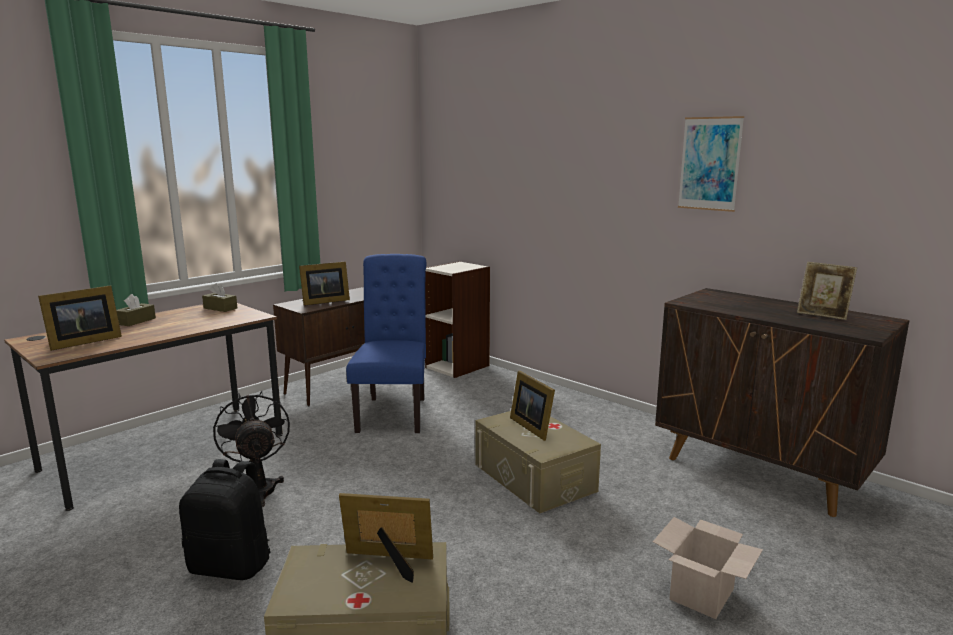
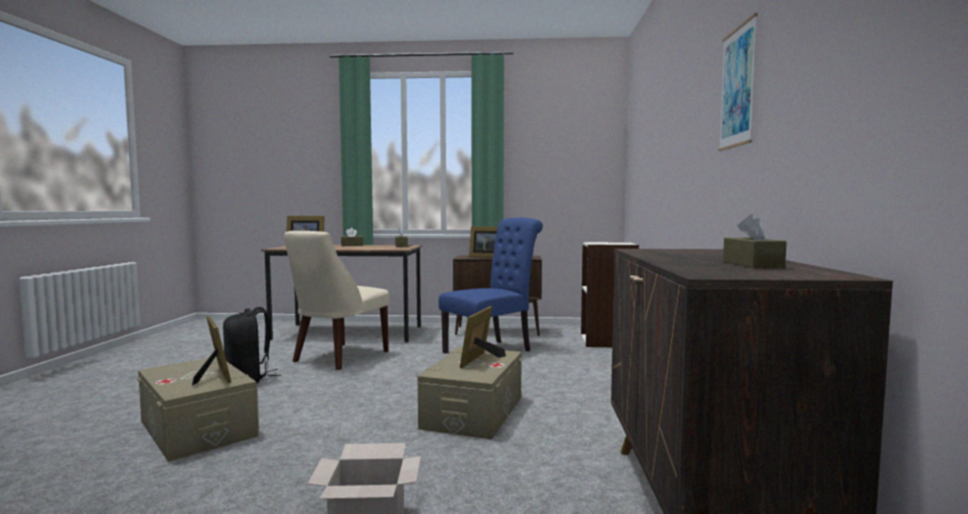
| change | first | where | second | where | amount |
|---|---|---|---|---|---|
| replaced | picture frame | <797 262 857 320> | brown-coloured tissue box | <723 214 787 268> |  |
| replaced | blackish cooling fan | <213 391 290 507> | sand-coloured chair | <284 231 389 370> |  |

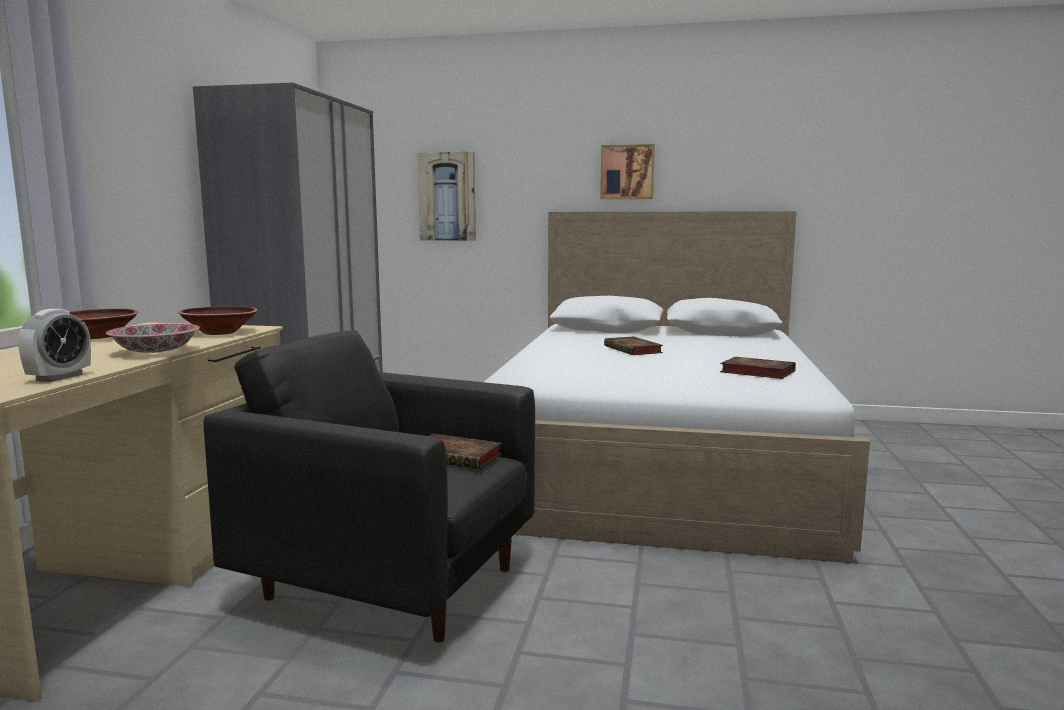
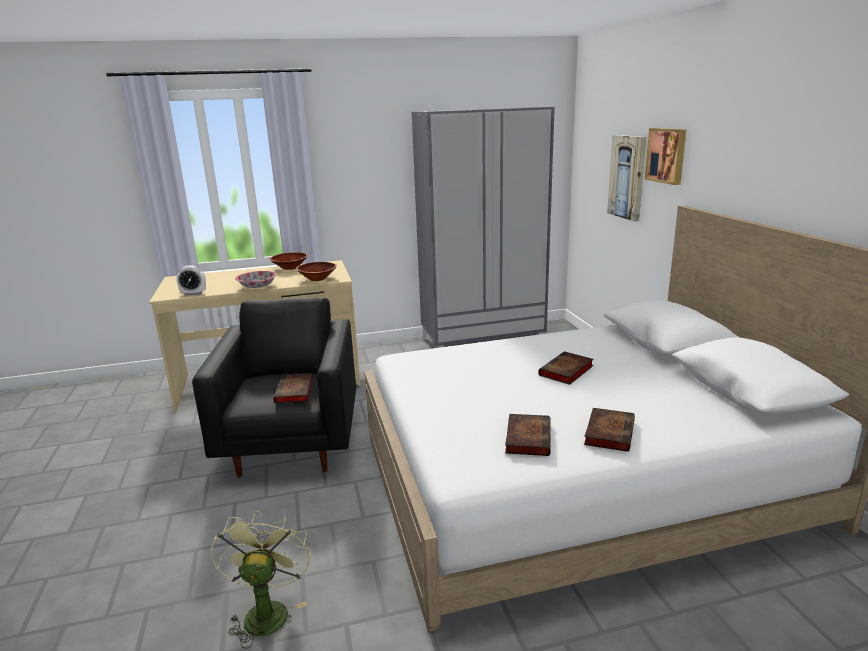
| change | first | where | second | where | amount |
|---|---|---|---|---|---|
| moved | picture | <600 144 655 199> |  | <645 128 686 185> |  |
| added |  |  | volume | <584 408 635 452> |  |
| added |  |  | green-coloured cooling fan | <210 510 311 649> |  |

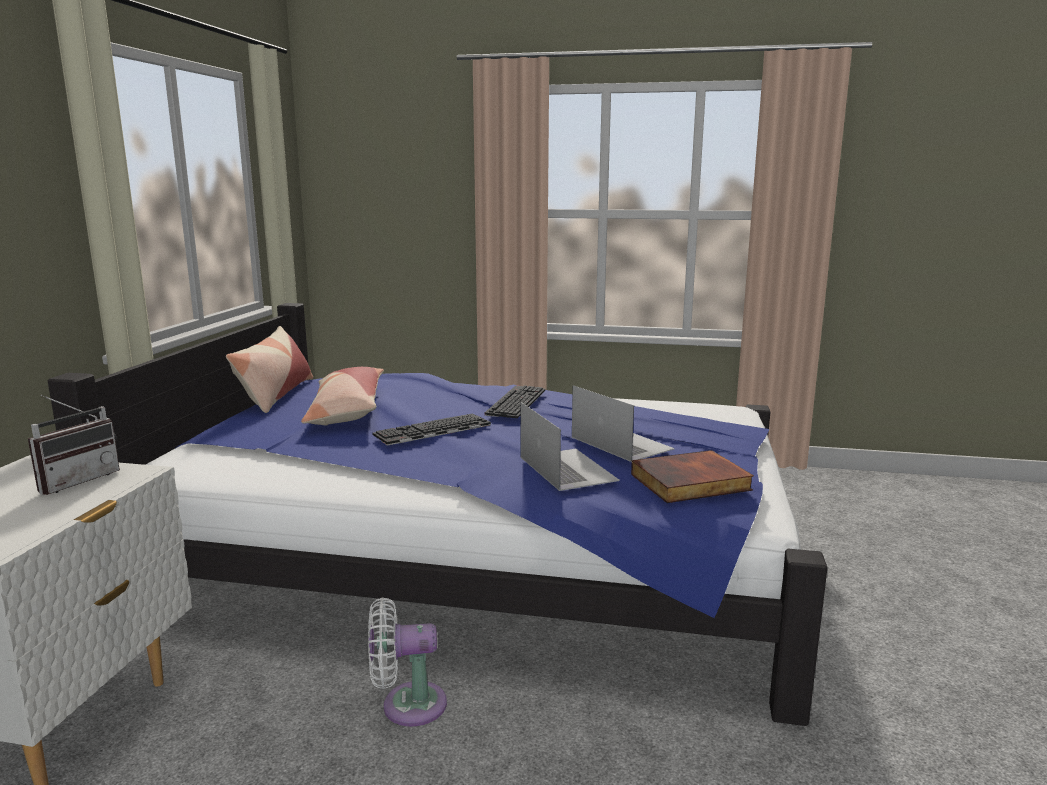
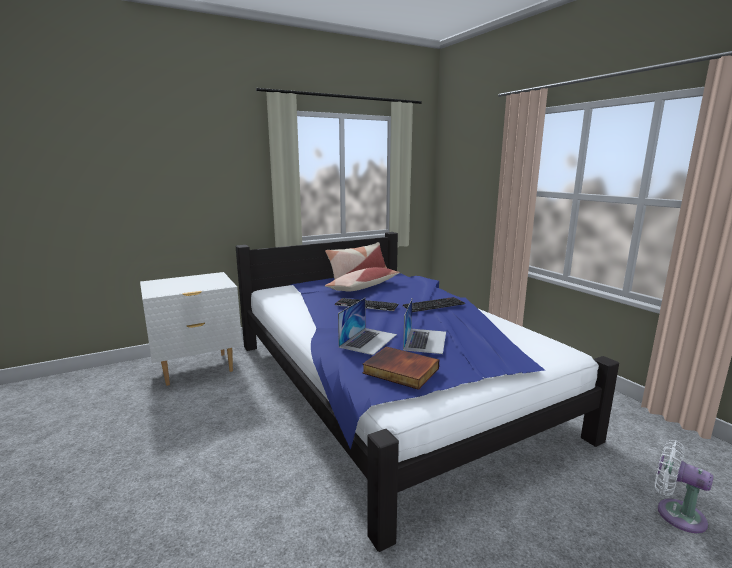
| change | first | where | second | where | amount |
|---|---|---|---|---|---|
| removed | radio receiver | <28 395 120 495> |  |  |  |
| moved | white cooling fan | <368 597 447 726> |  | <655 440 713 533> |  |

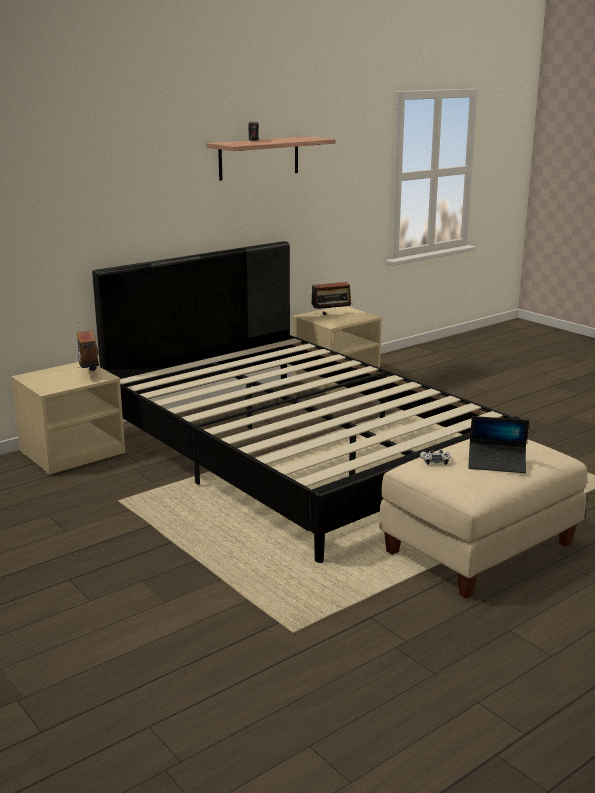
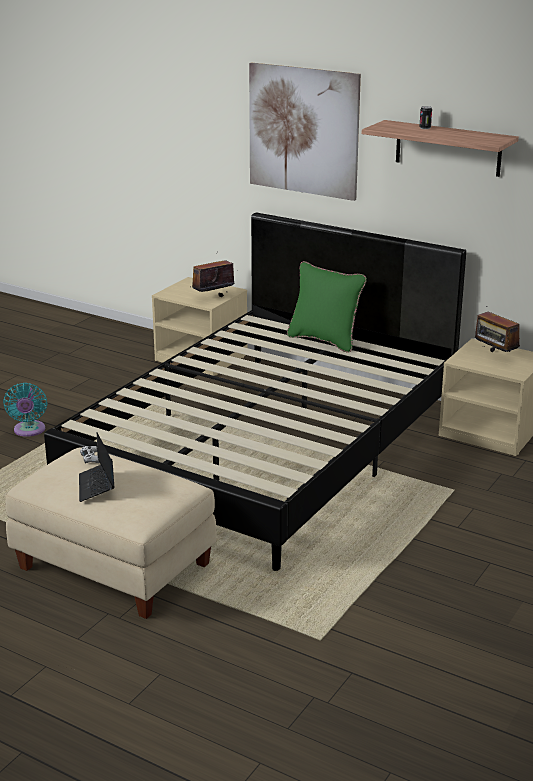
| change | first | where | second | where | amount |
|---|---|---|---|---|---|
| added |  |  | picture | <249 63 361 201> |  |
| added |  |  | green-coloured pillow | <287 261 367 353> |  |
| added |  |  | turquoise-coloured cooling fan | <3 383 47 437> |  |

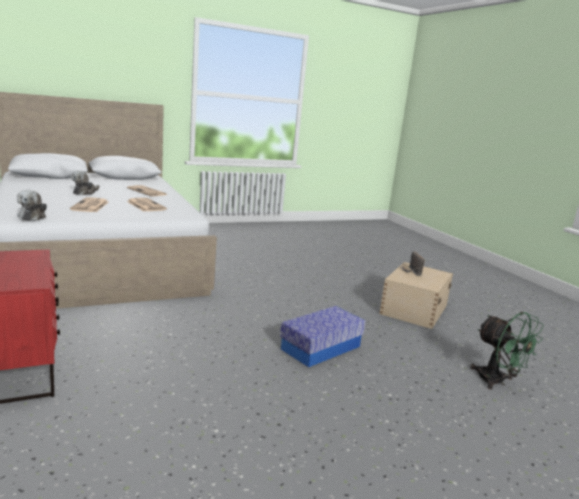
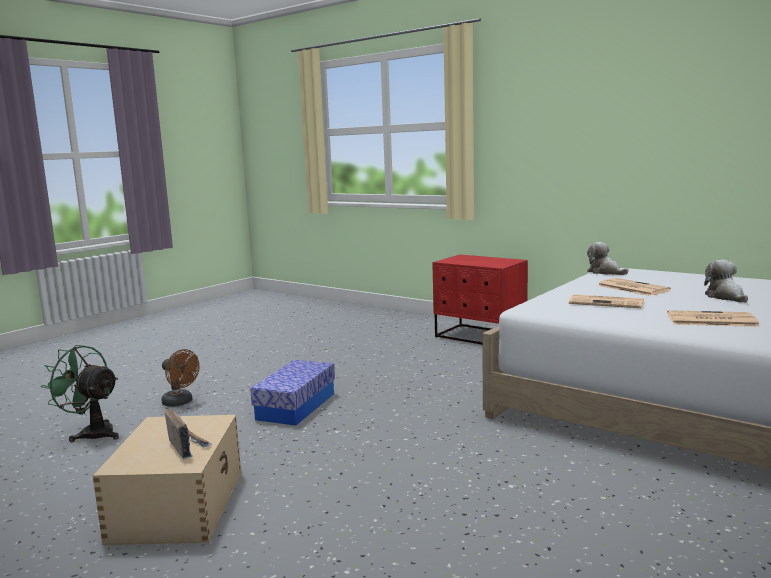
| change | first | where | second | where | amount |
|---|---|---|---|---|---|
| added |  |  | brown-coloured cooling fan | <161 349 200 407> |  |

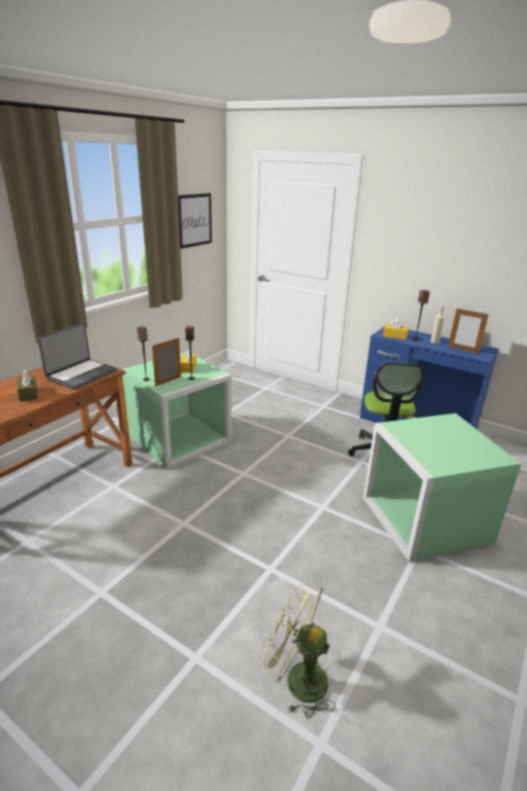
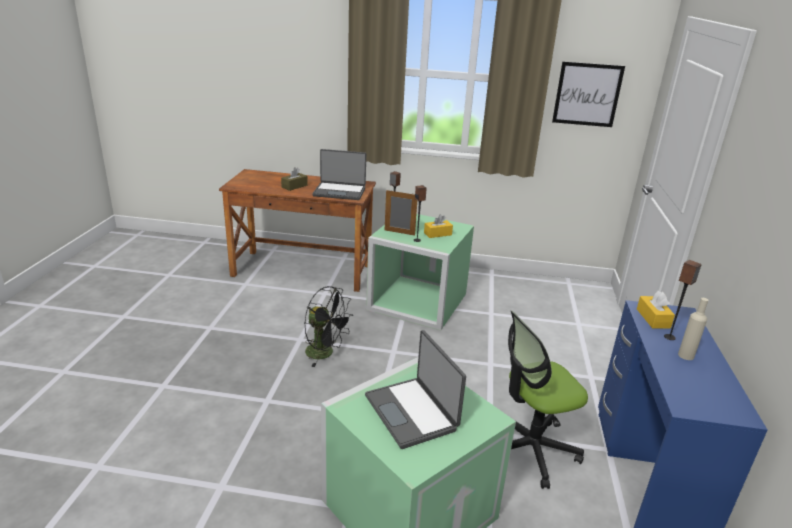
| change | first | where | second | where | amount |
|---|---|---|---|---|---|
| removed | picture frame | <448 308 489 353> |  |  |  |
| removed | green-coloured cooling fan | <261 582 335 719> |  |  |  |
| added |  |  | blackish cooling fan | <304 286 353 367> |  |
| added |  |  | notebook computer | <365 330 466 449> |  |

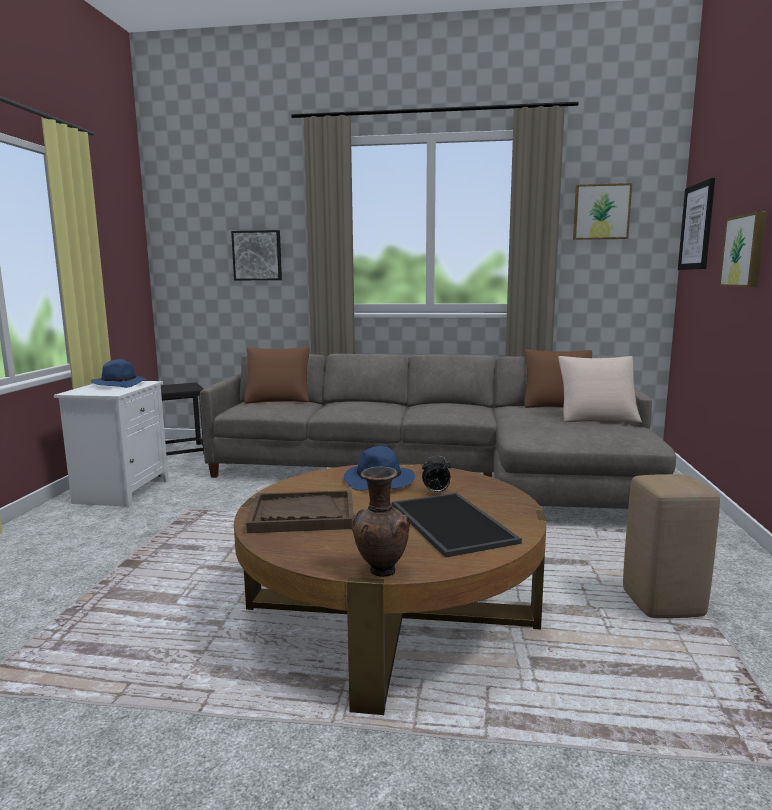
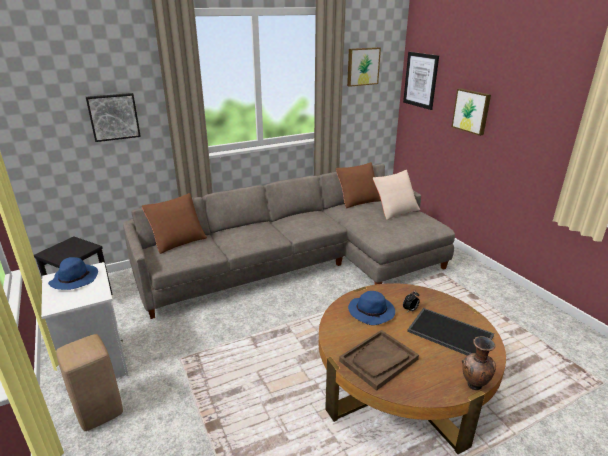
| change | first | where | second | where | amount |
|---|---|---|---|---|---|
| moved | sand-coloured stool | <623 474 720 618> |  | <56 334 123 431> |  |

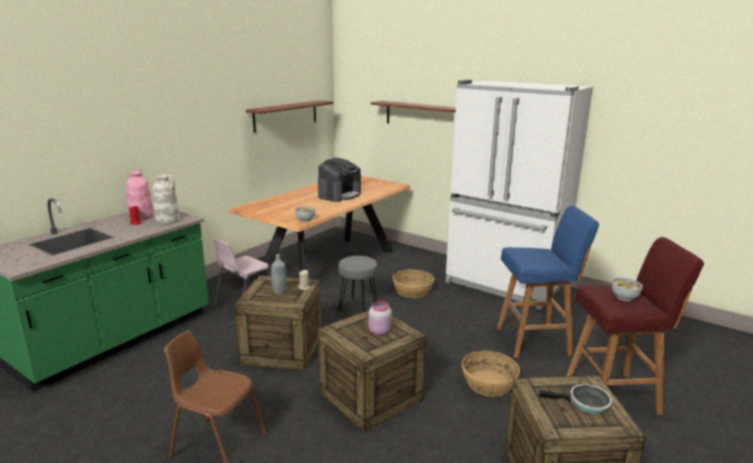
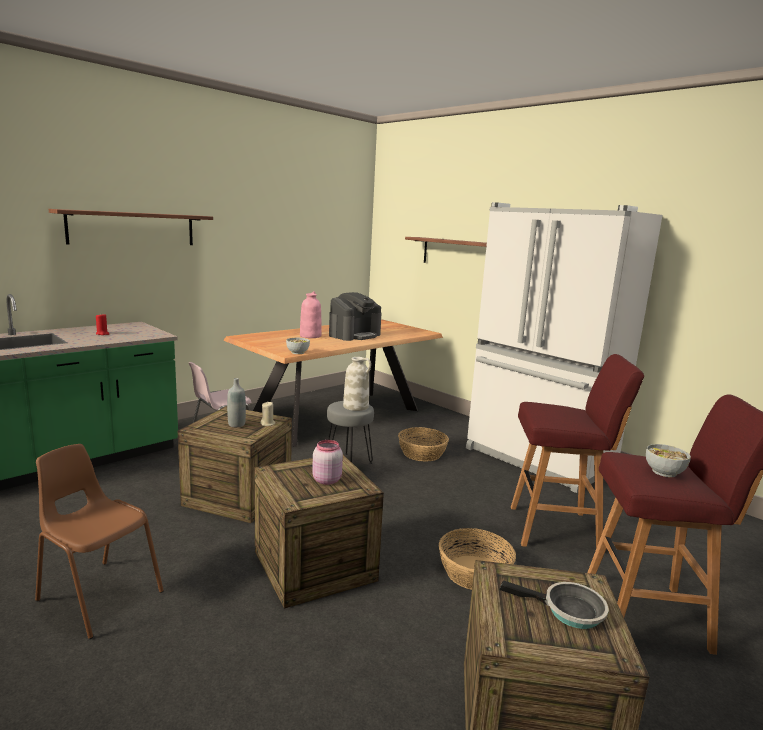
| change | first | where | second | where | amount |
|---|---|---|---|---|---|
| moved | shelf | <246 100 333 133> |  | <49 209 213 245> |  |
| moved | pinkish vase | <126 169 154 220> |  | <300 291 321 338> |  |
| moved | white vase | <153 175 180 224> |  | <343 357 371 411> |  |
| recoloured | blue-coloured stool | <497 206 599 358> | red-coloured stool | <511 354 644 548> |  |

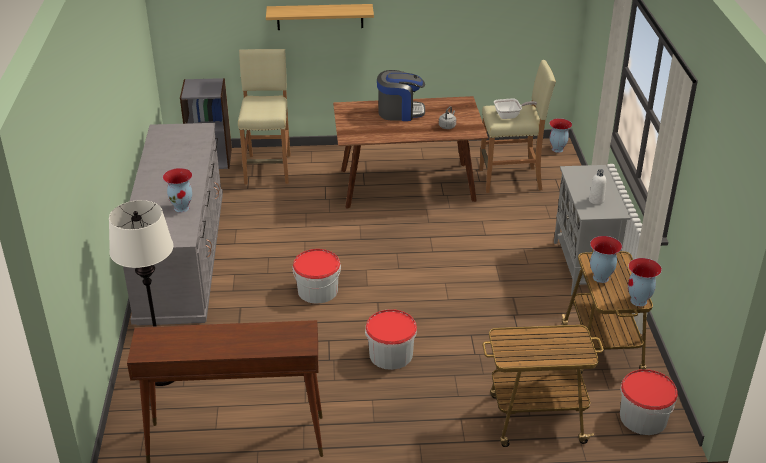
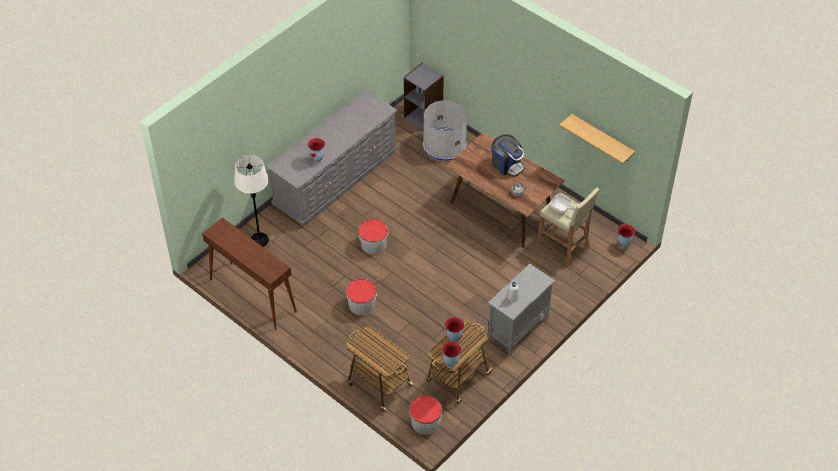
| change | first | where | second | where | amount |
|---|---|---|---|---|---|
| moved | shelf | <266 4 374 30> |  | <559 114 635 164> |  |
| replaced | sand-coloured stool | <238 49 291 184> | greyish rubbish bin | <423 100 467 161> |  |

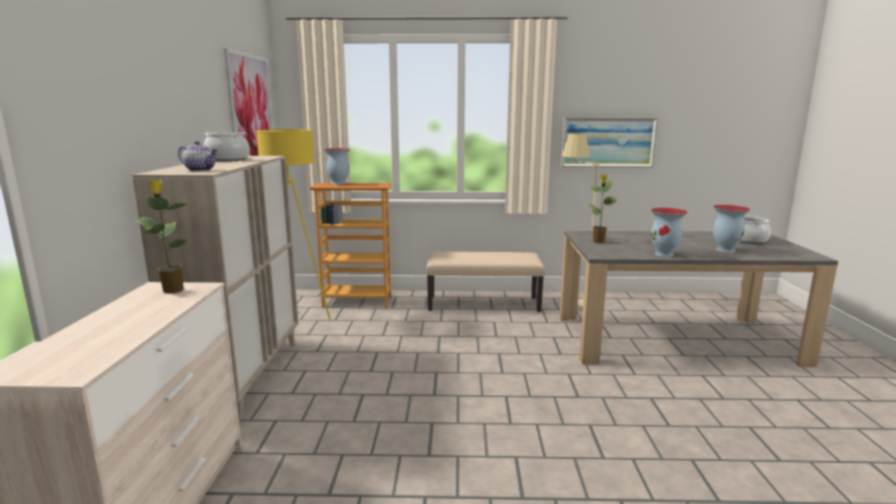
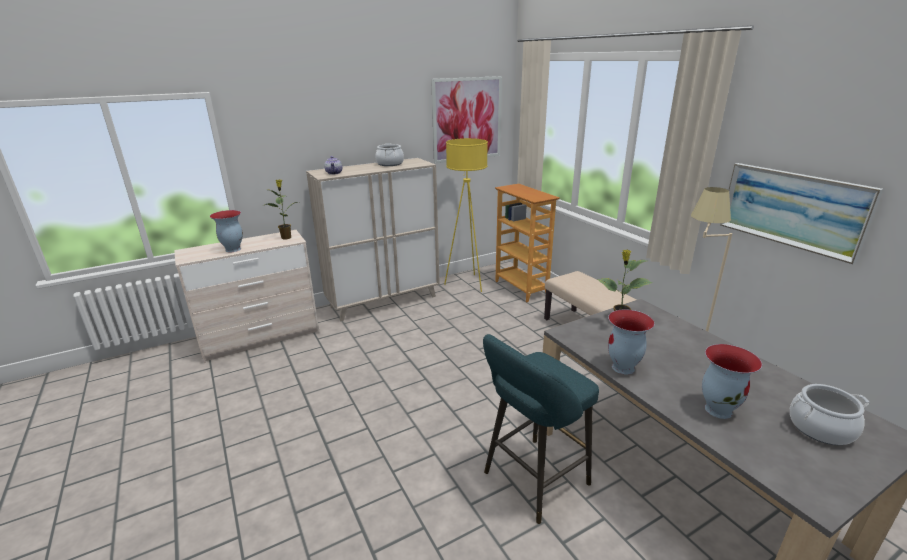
| change | first | where | second | where | amount |
|---|---|---|---|---|---|
| moved | vase | <324 148 350 185> |  | <210 210 243 252> |  |
| added |  |  | turquoise-coloured stool | <483 334 599 524> |  |

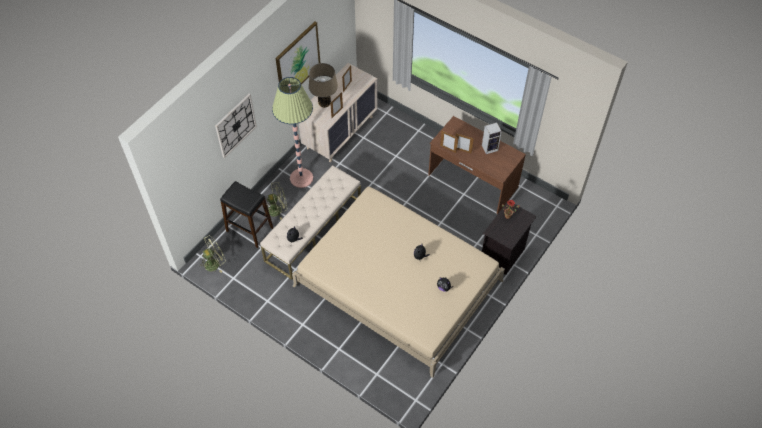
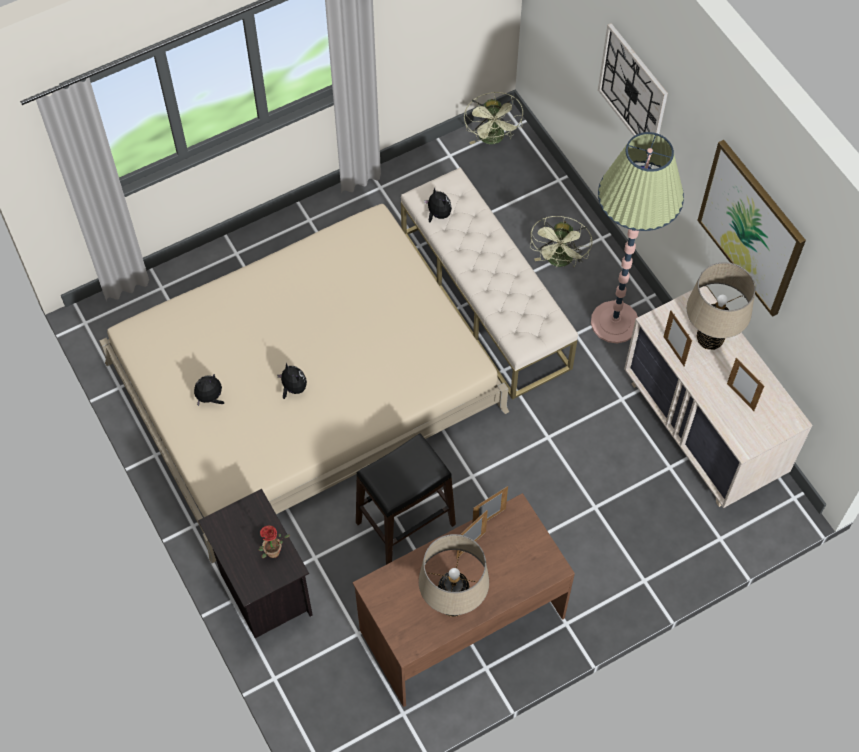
| change | first | where | second | where | amount |
|---|---|---|---|---|---|
| replaced | speaker | <482 122 502 154> | sand-coloured table lamp | <419 534 489 617> |  |
| moved | blackish stool | <220 181 273 248> |  | <356 433 456 565> |  |

